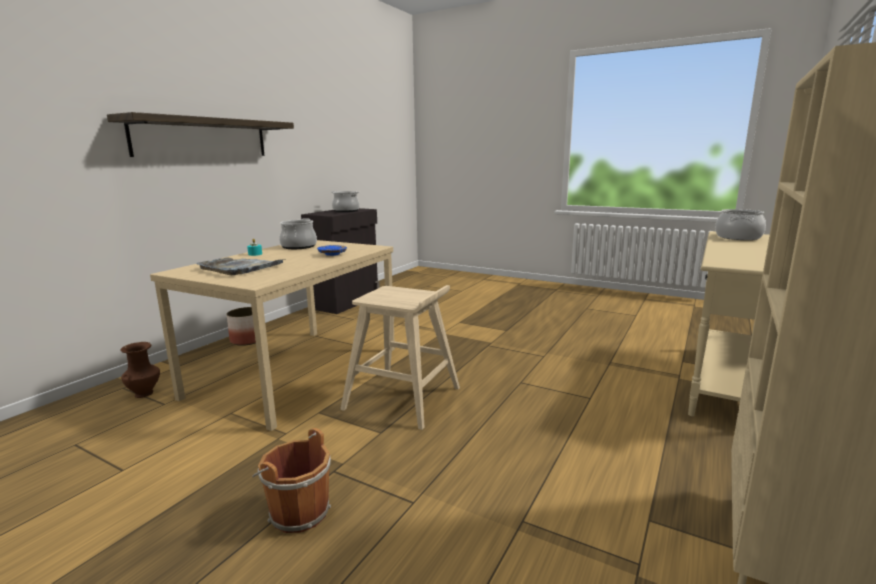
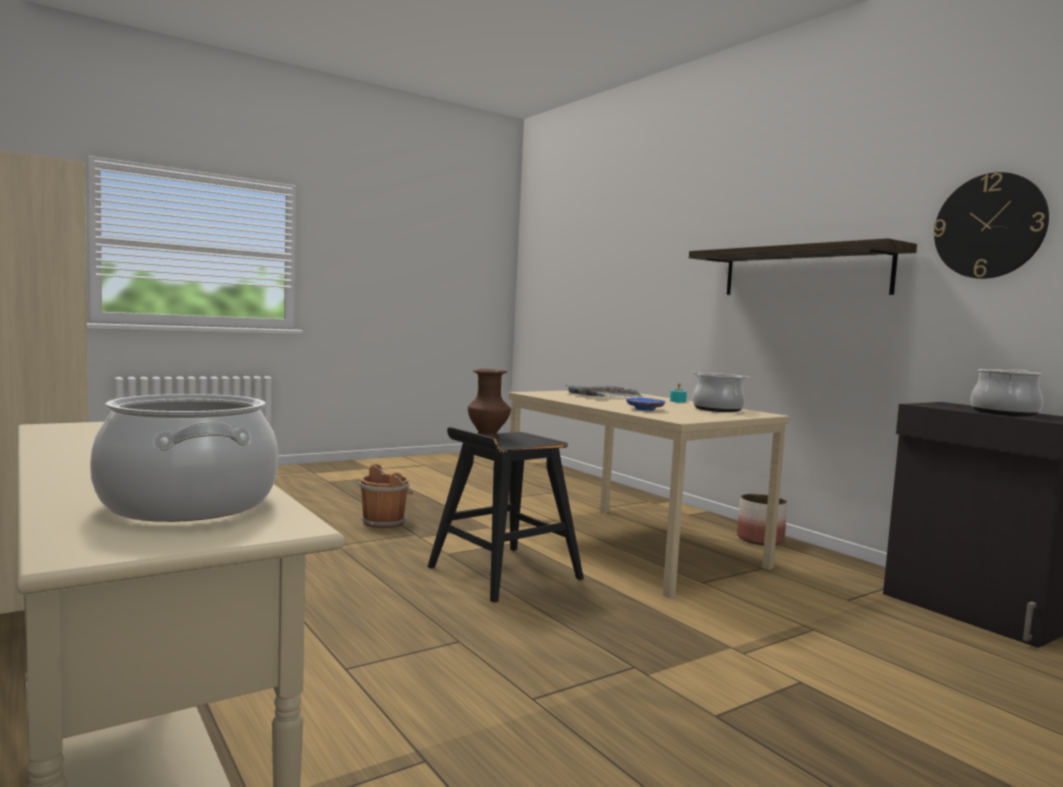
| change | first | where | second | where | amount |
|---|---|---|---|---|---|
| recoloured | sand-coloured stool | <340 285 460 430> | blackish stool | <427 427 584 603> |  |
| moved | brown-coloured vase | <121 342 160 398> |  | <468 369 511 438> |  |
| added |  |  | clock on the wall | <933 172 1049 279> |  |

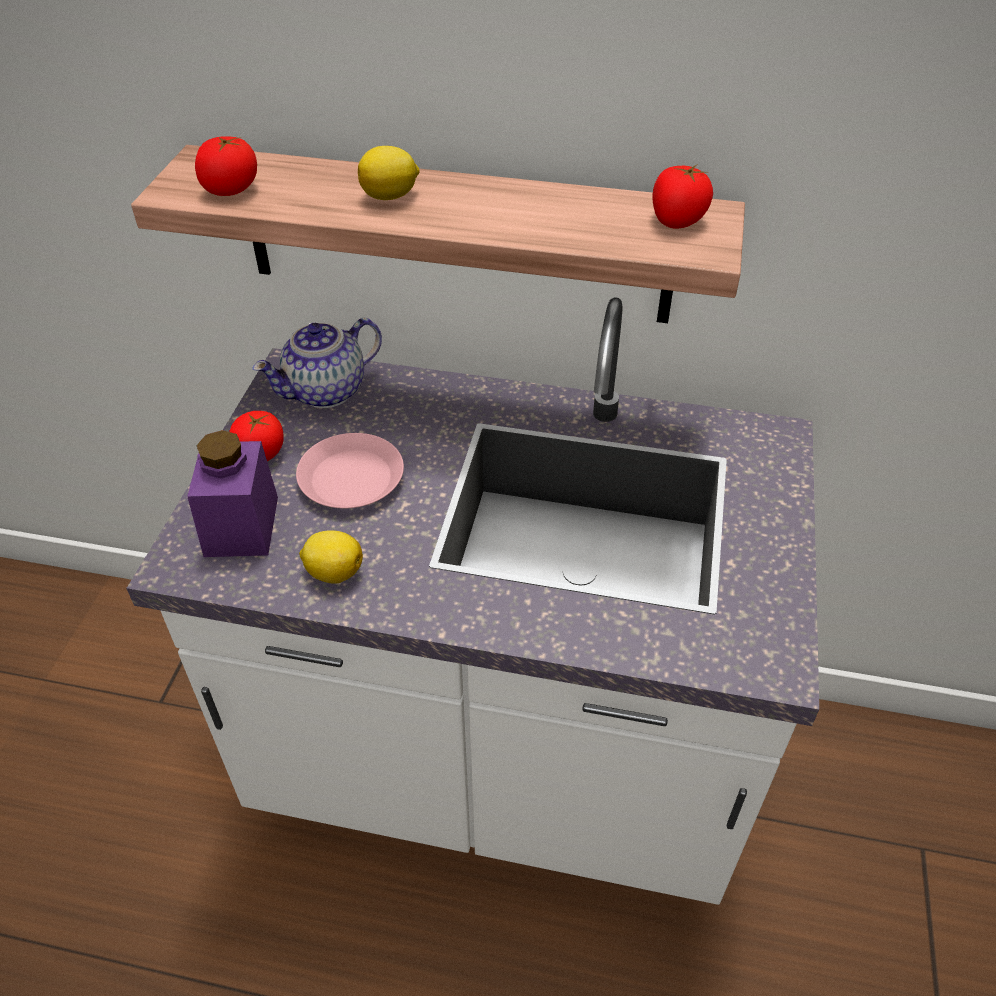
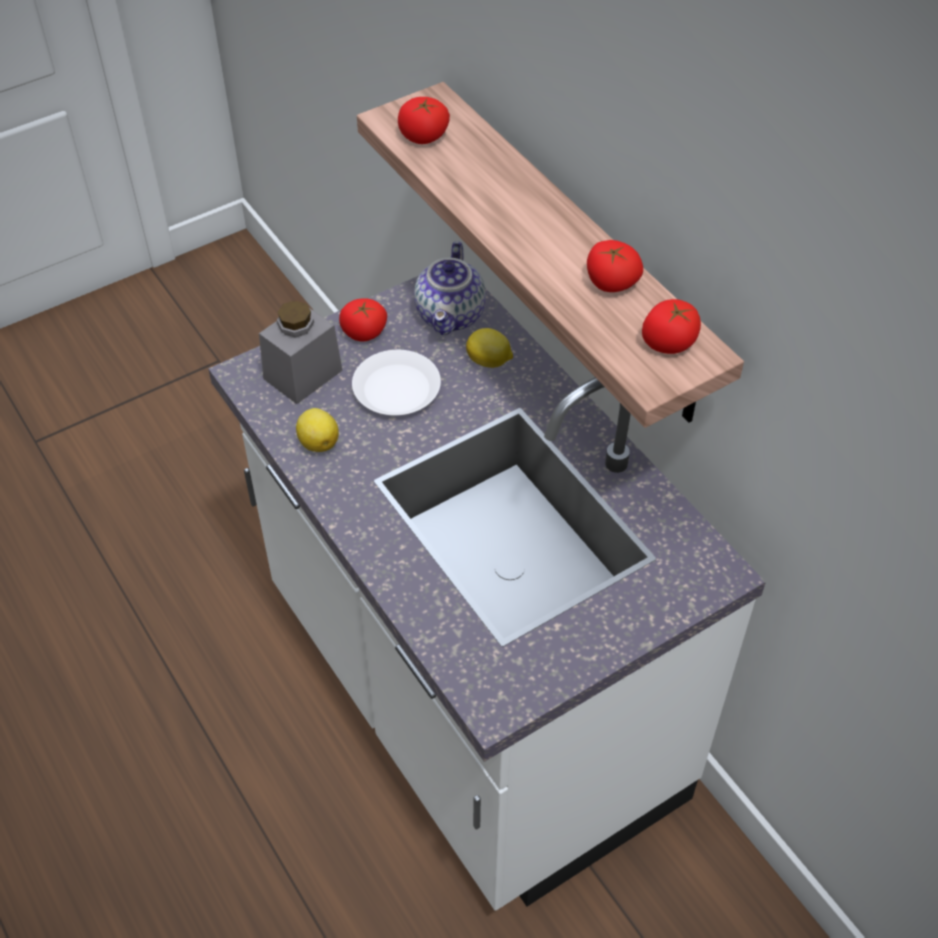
| change | first | where | second | where | amount |
|---|---|---|---|---|---|
| moved | citrus fruit | <358 146 420 200> |  | <466 328 513 368> |  |
| turned | teapot | <252 318 382 408> |  | <414 241 486 335> | 90 degrees counterclockwise |
| recoloured | purple-coloured preserve jar | <187 430 278 557> | greyish preserve jar | <259 300 343 404> |  |
| recoloured | pinkish flat dish | <296 433 404 508> | white flat dish | <352 350 441 416> |  |
| added |  |  | tomato | <587 240 643 292> |  |

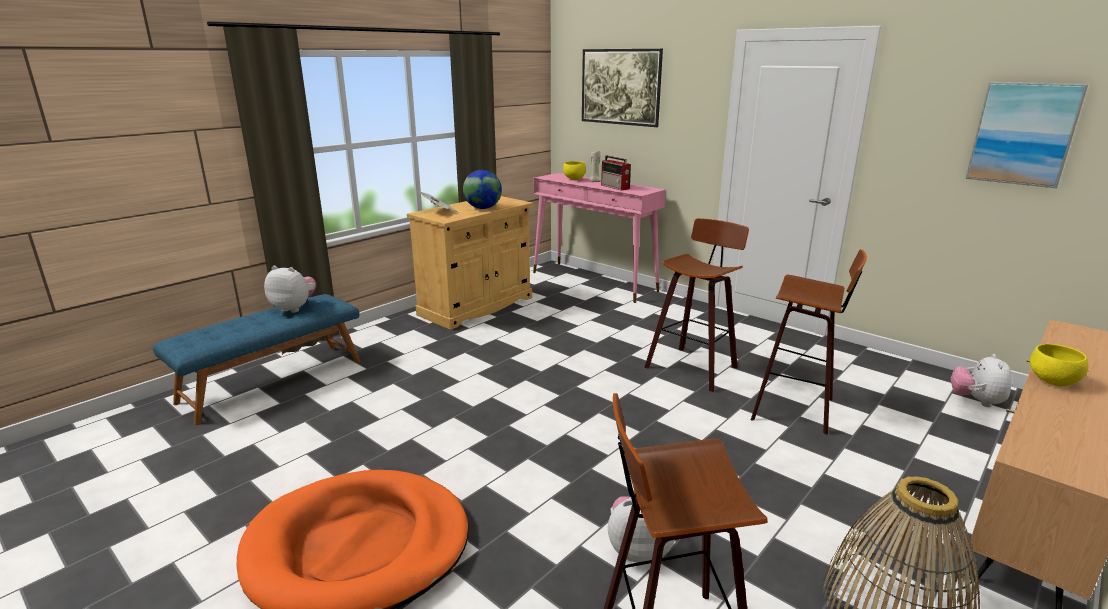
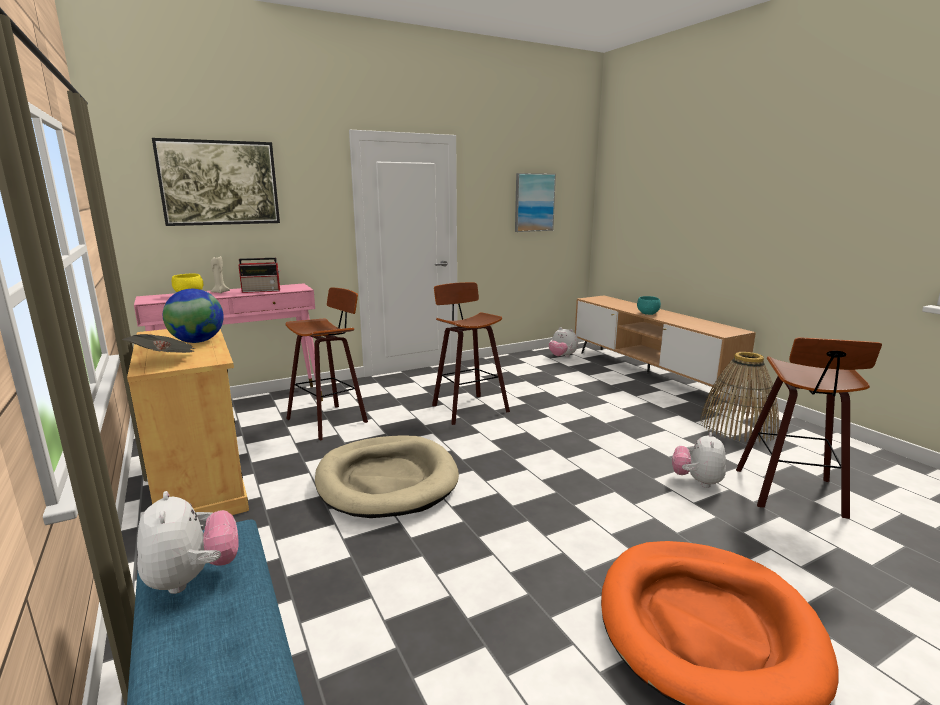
| change | first | where | second | where | amount |
|---|---|---|---|---|---|
| moved | stool | <751 250 867 435> |  | <286 287 368 440> |  |
| turned | cuddly toy | <264 266 316 313> |  | <137 491 239 594> | 120 degrees clockwise |
| recoloured | yellowish serving bowl | <1030 344 1089 386> | turquoise-coloured serving bowl | <637 296 661 315> |  |
| added |  |  | sand-coloured dog cushion | <315 435 459 518> |  |

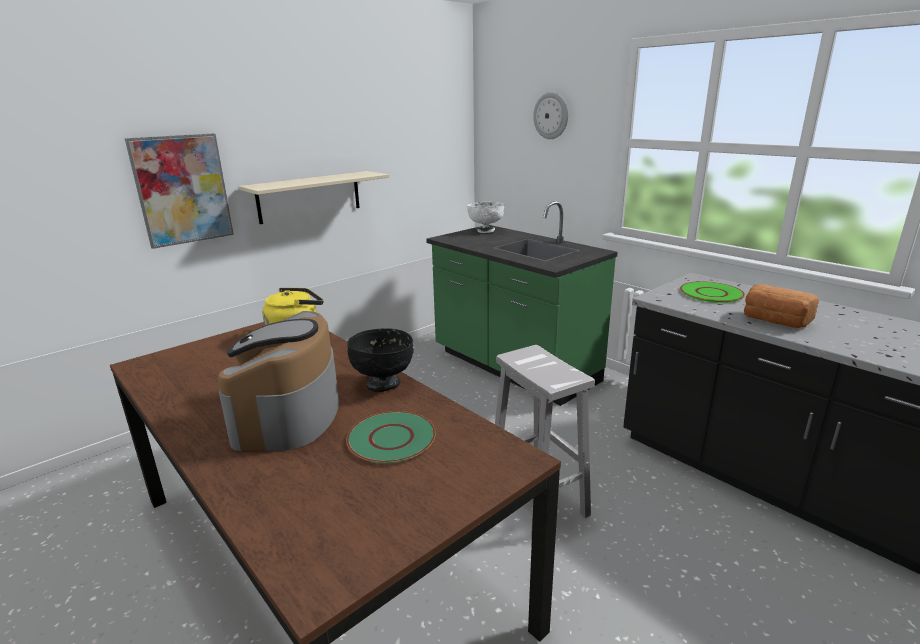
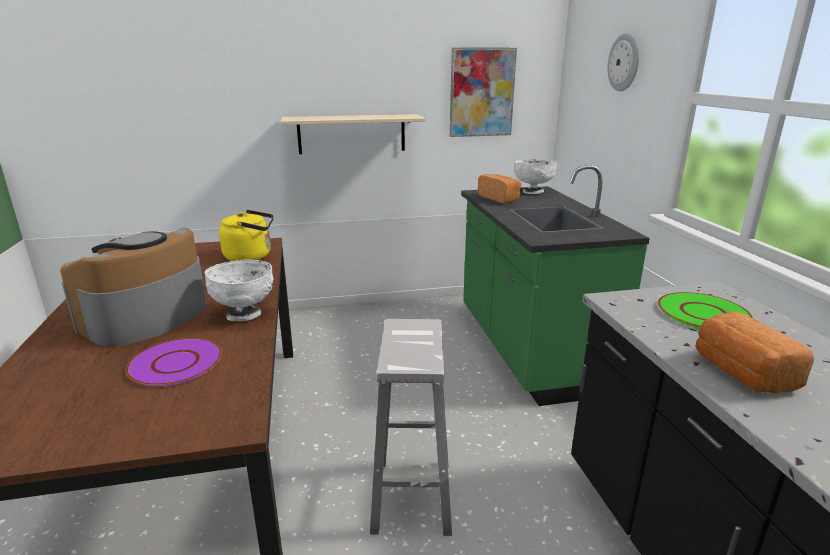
| change | first | where | second | where | amount |
|---|---|---|---|---|---|
| moved | picture | <125 133 234 249> |  | <450 47 517 137> |  |
| recoloured | blackish serving bowl | <347 328 414 392> | white serving bowl | <205 259 274 321> |  |
| recoloured | green-coloured flat dish | <346 411 436 464> | purple-coloured flat dish | <126 338 222 387> |  |
| added |  |  | bread | <478 174 521 203> |  |

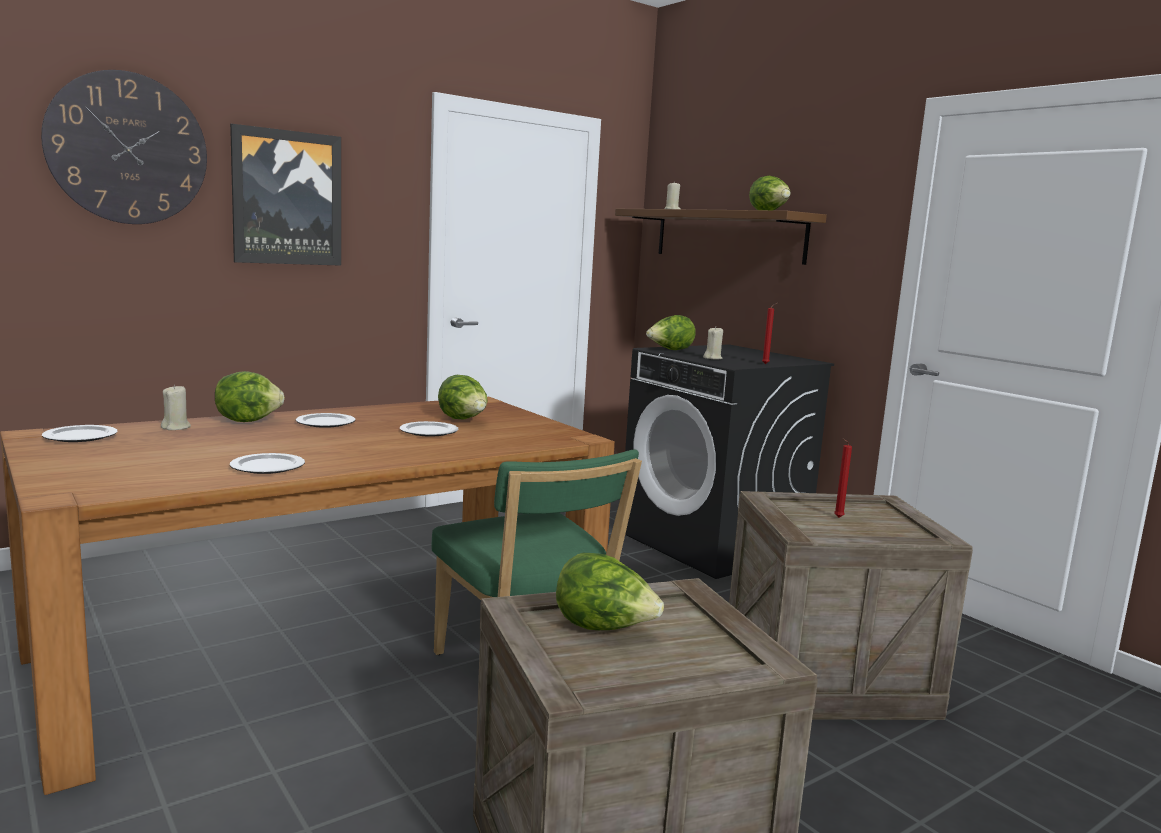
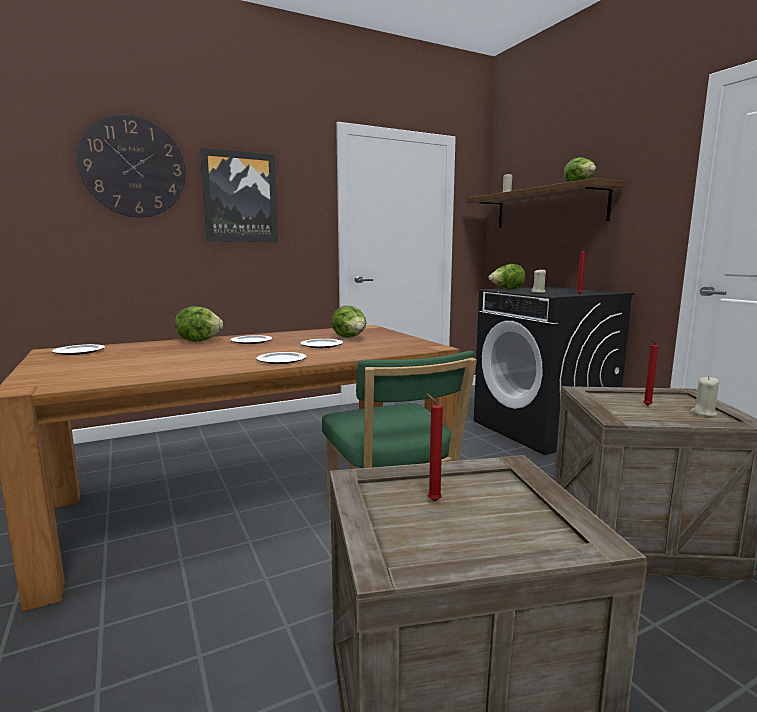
| change | first | where | second | where | amount |
|---|---|---|---|---|---|
| moved | sand-coloured wax light | <161 385 191 430> |  | <691 376 719 417> |  |
| moved | flat dish | <230 453 305 474> |  | <256 352 306 364> |  |
| replaced | lettuce head | <556 553 664 630> | red-coloured wax light | <426 393 443 502> |  |

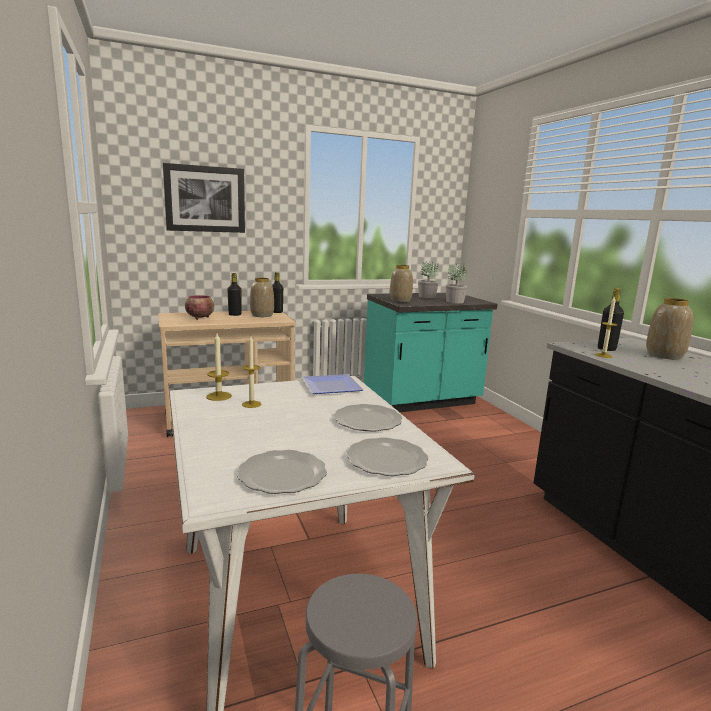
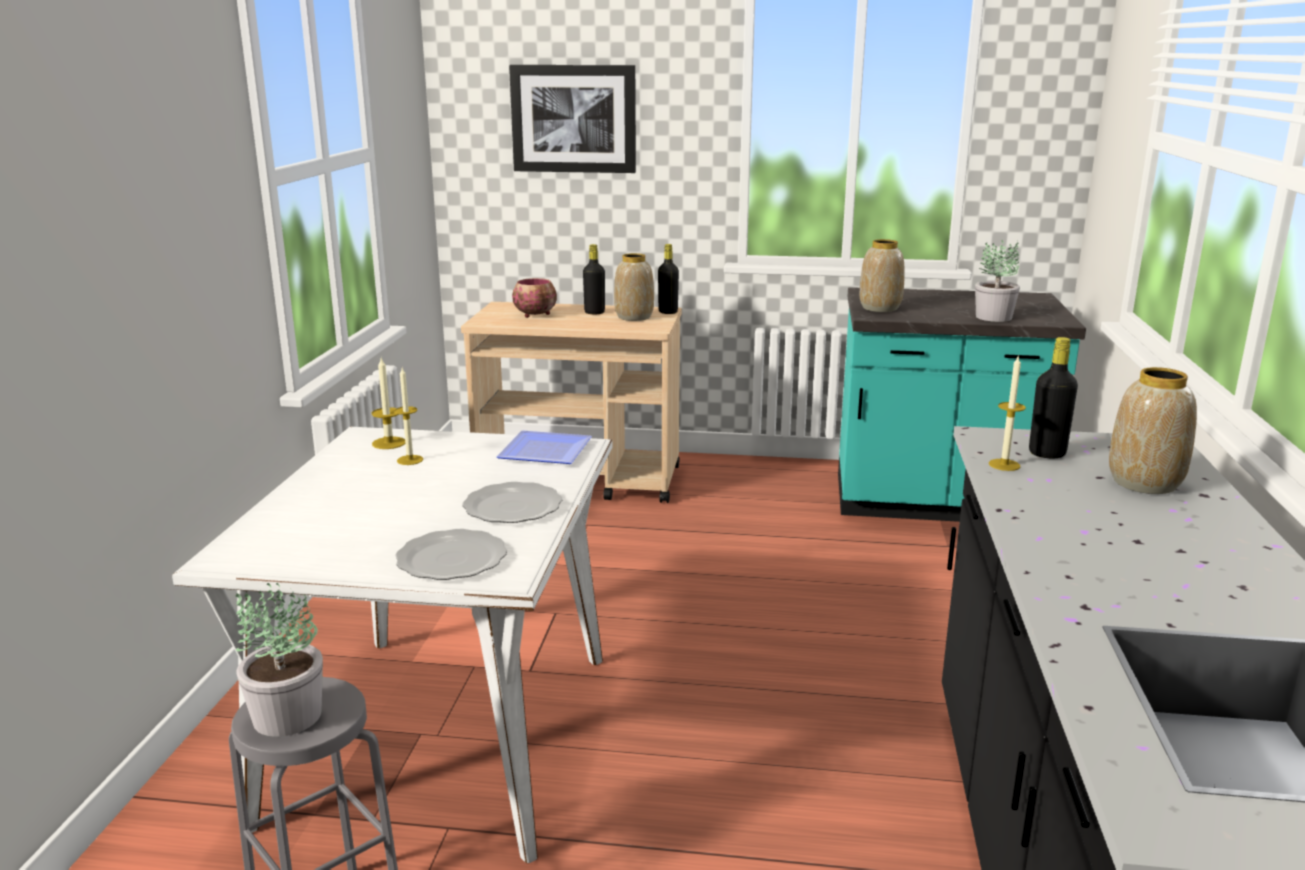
| change | first | where | second | where | amount |
|---|---|---|---|---|---|
| moved | houseplant | <418 260 439 298> |  | <235 583 323 737> |  |
| removed | flat dish | <237 450 327 494> |  |  |  |

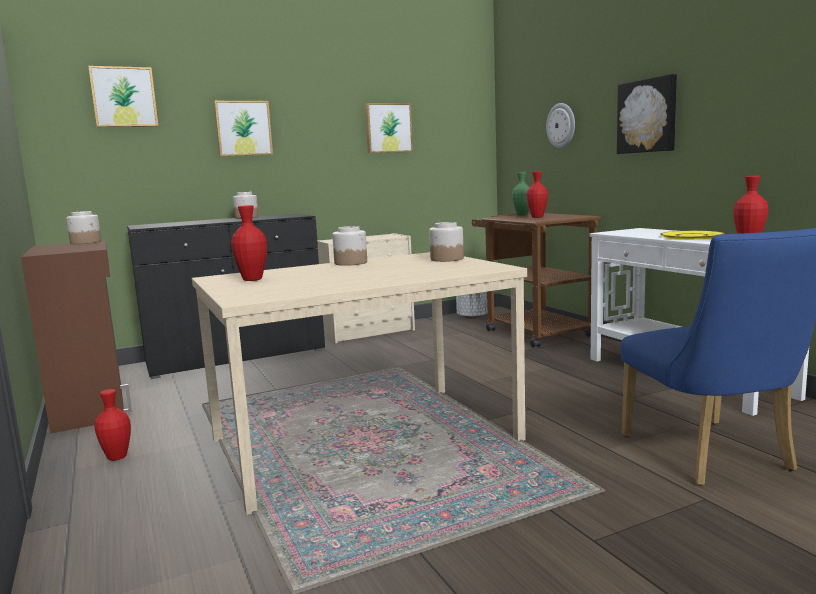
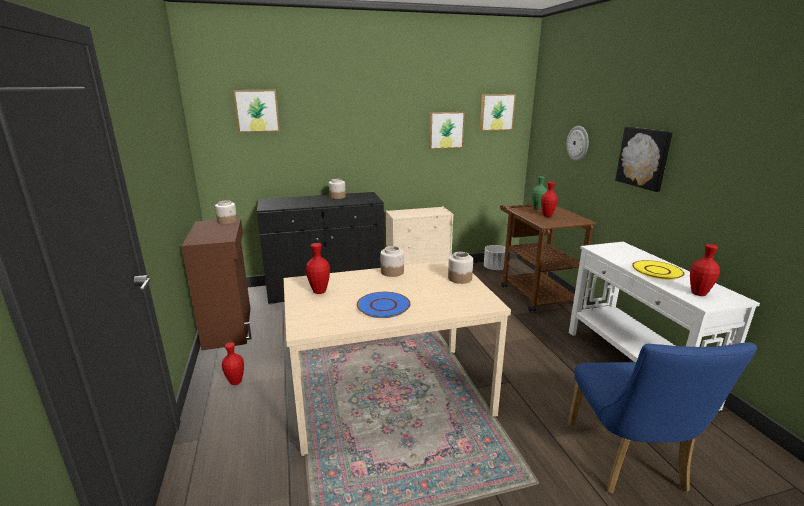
| change | first | where | second | where | amount |
|---|---|---|---|---|---|
| moved | picture | <214 101 273 156> |  | <480 94 516 131> |  |
| added |  |  | blue-coloured flat dish | <357 292 411 318> |  |

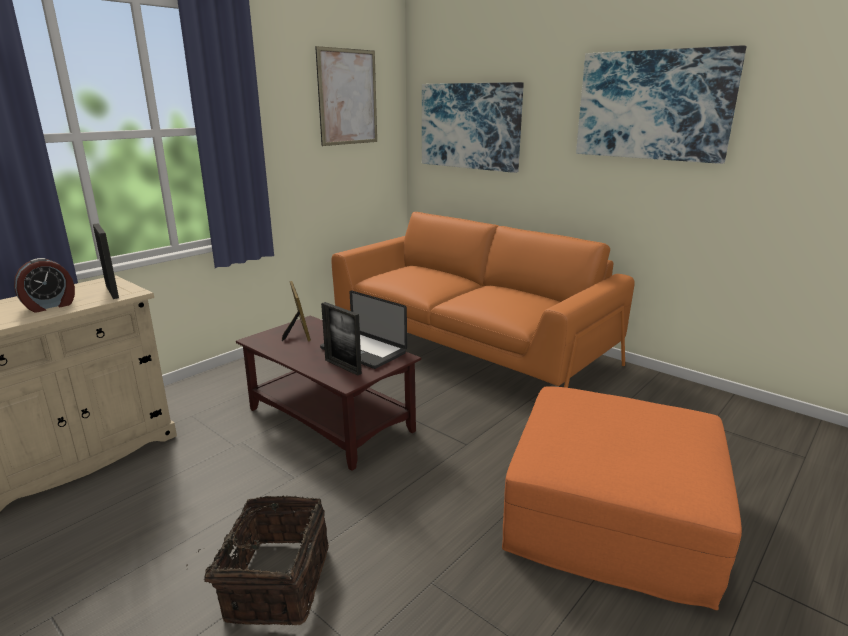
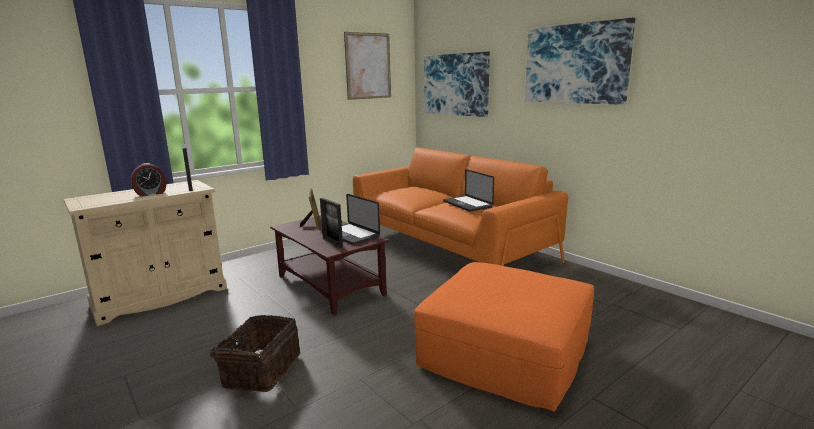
| change | first | where | second | where | amount |
|---|---|---|---|---|---|
| added |  |  | notebook computer | <443 169 494 212> |  |

